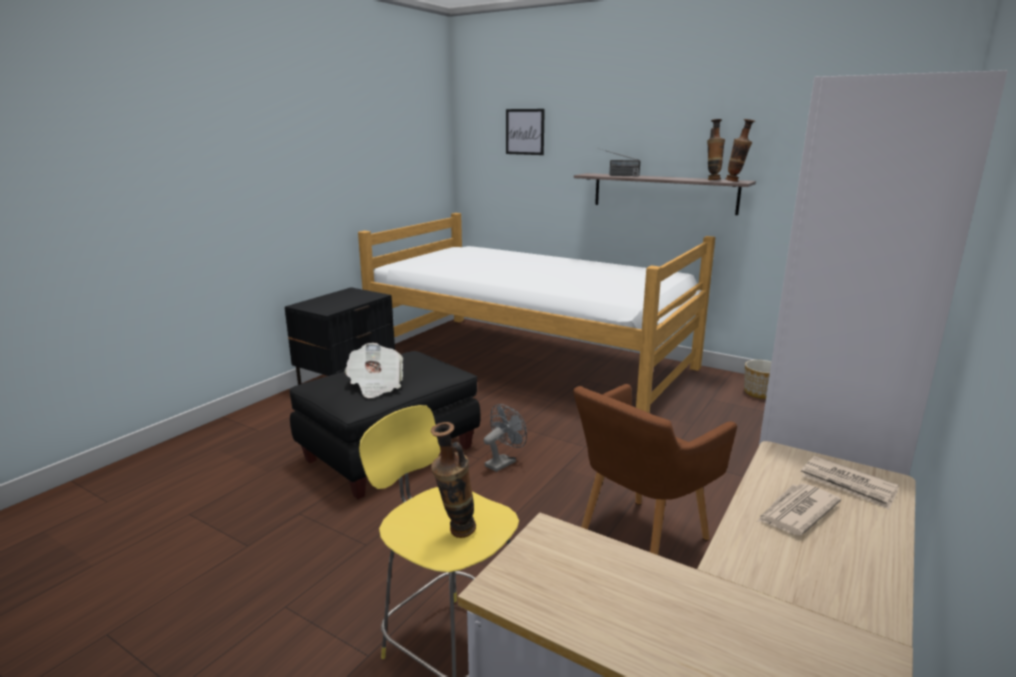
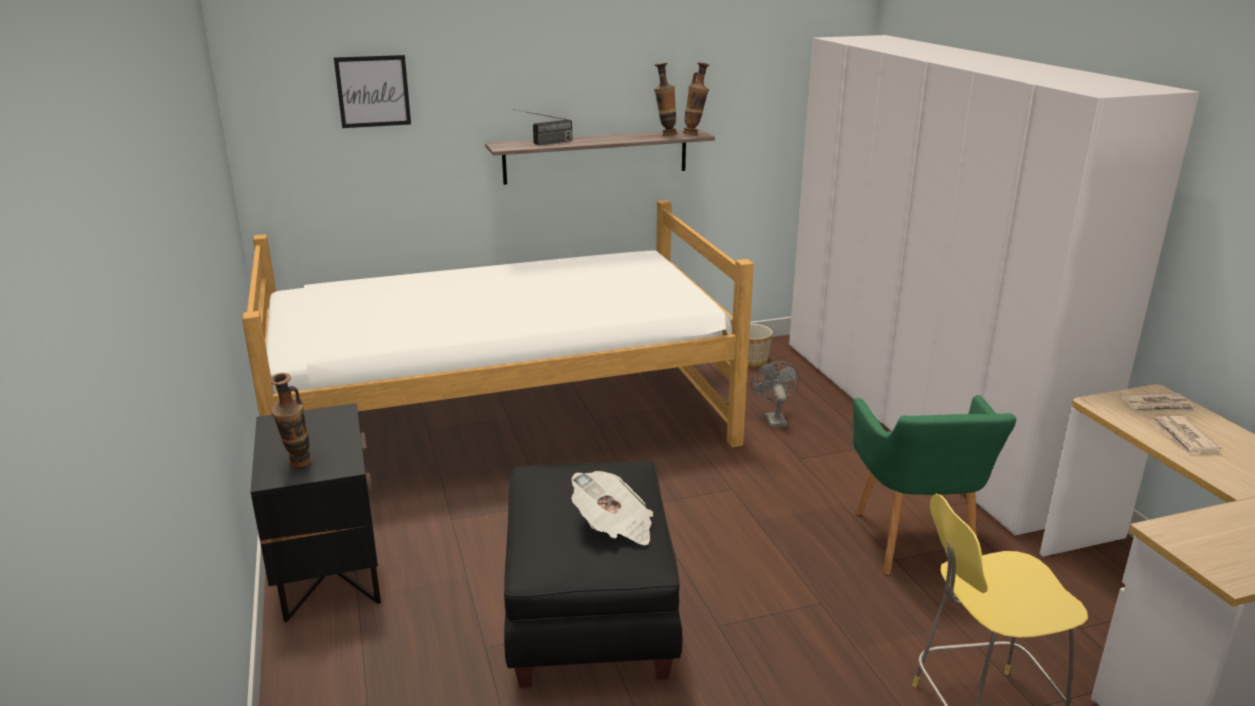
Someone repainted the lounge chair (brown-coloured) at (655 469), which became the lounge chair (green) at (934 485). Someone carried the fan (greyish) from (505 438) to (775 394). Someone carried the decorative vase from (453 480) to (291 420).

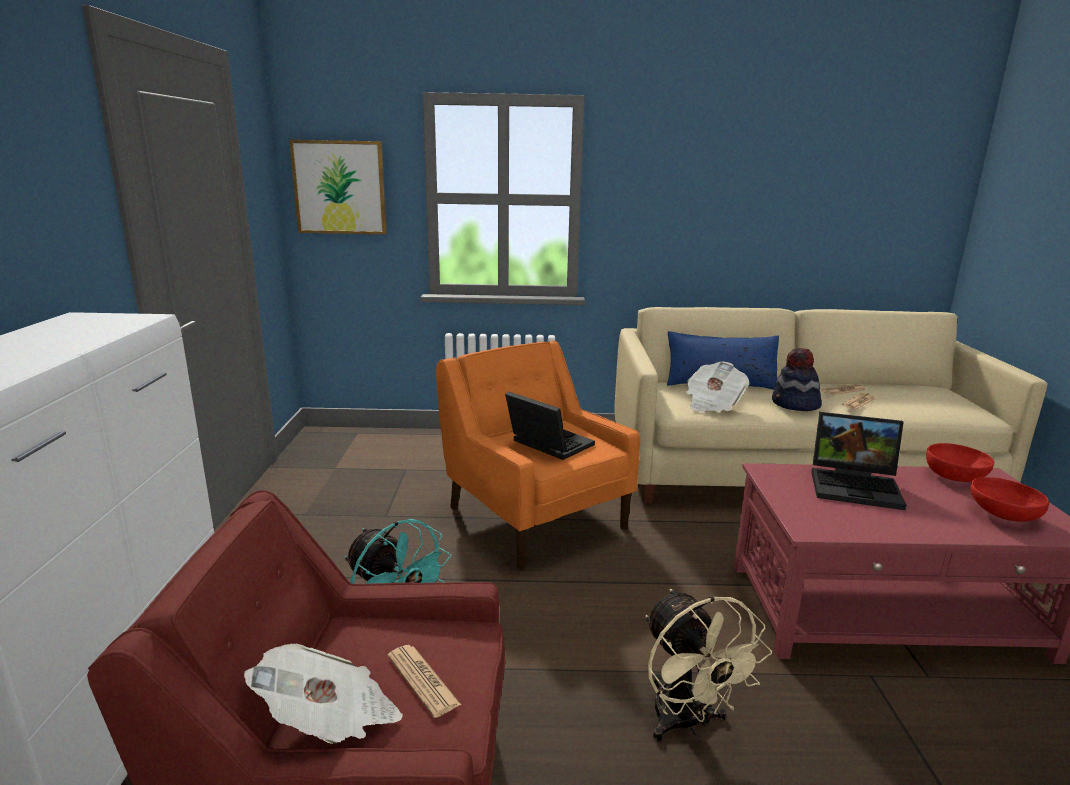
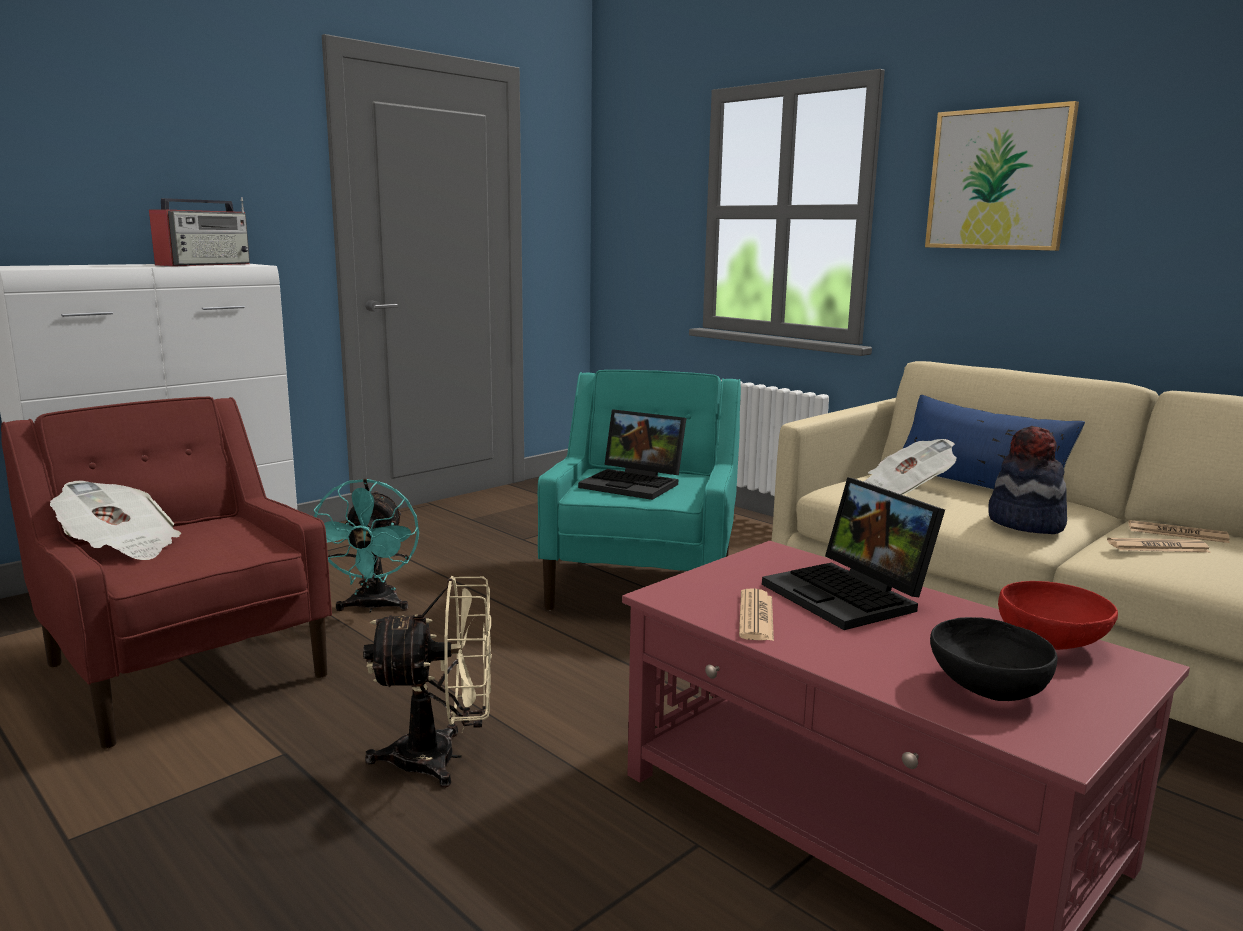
Someone carried the wall art from (338 187) to (1002 176). Someone repainted the lounge chair (orangey) at (538 455), which became the lounge chair (blue-green) at (639 490). Someone rotated the laptop at (550 426) by 120 degrees clockwise. Someone repainted the bowl (red-coloured) at (1009 499), which became the bowl (black-coloured) at (994 659). Someone rotated the fan (beige) at (708 665) by 120 degrees counterclockwise. Someone carried the newspaper from (424 681) to (756 614). Someone put down the radio set at (199 231).

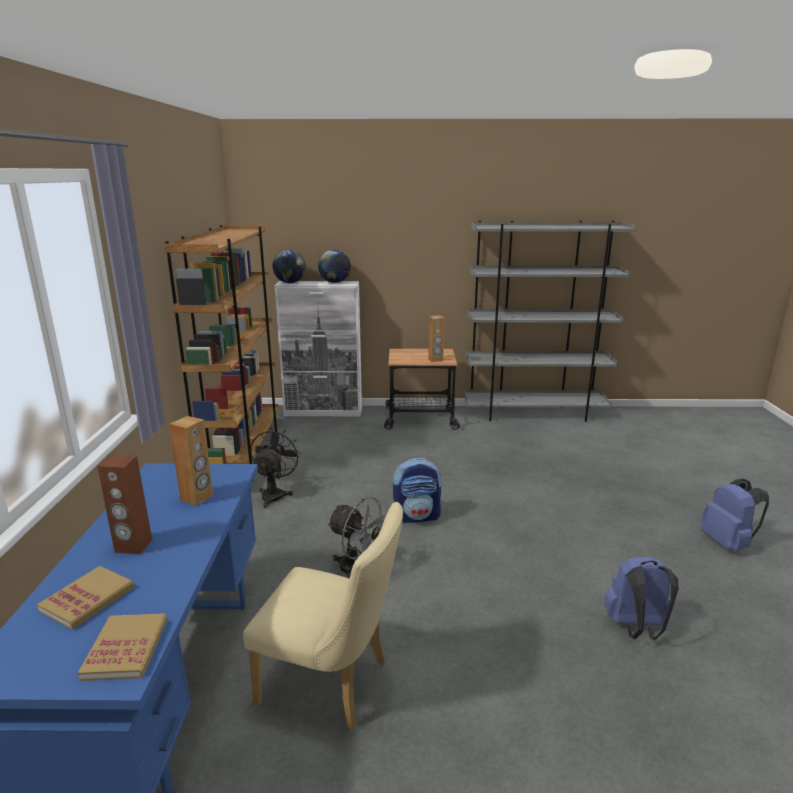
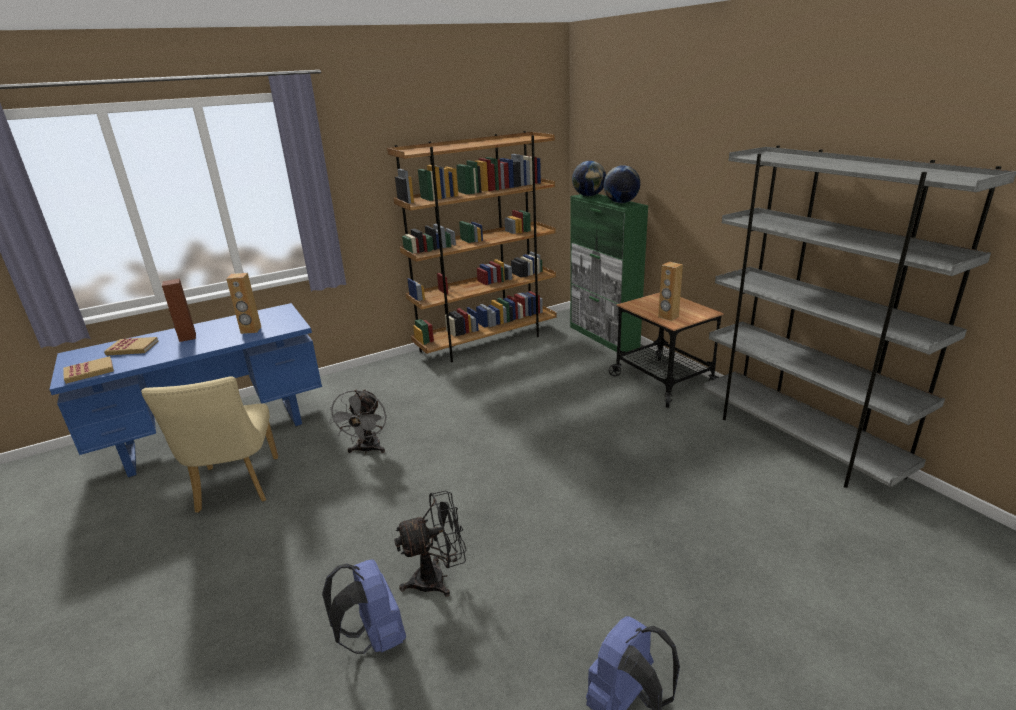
Someone repainted the storage cabinet (white-coloured) at (318 348), which became the storage cabinet (green) at (609 273). Someone carried the fan (black-coloured) from (276 468) to (430 543). Someone took away the rucksack at (417 490).

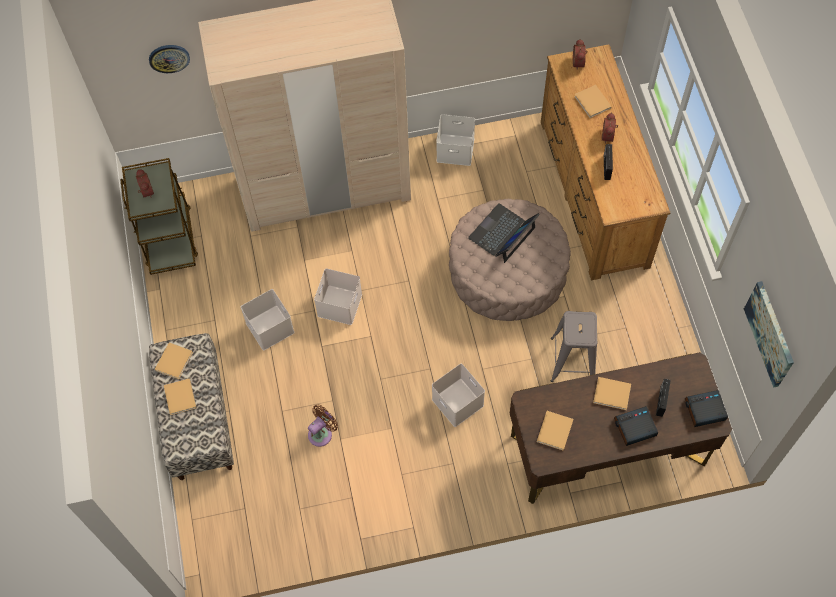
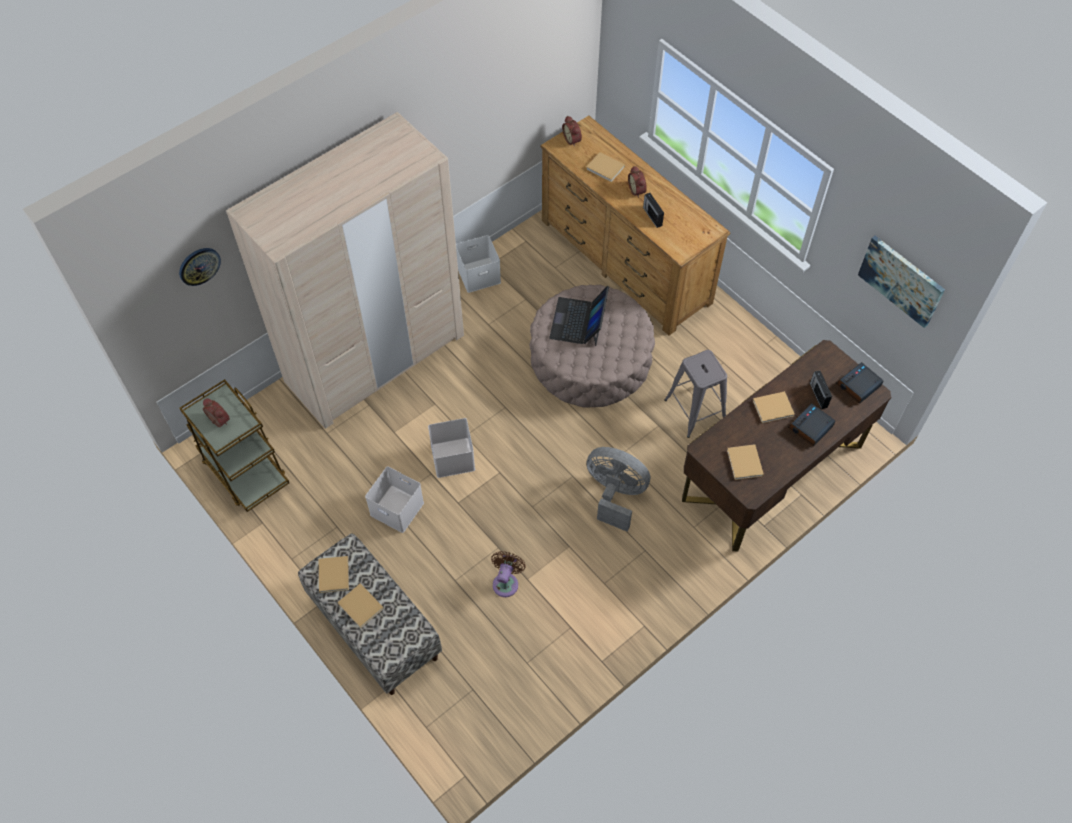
Someone swapped the storage bin (white-coloured) at (458 395) for the fan (greyish) at (618 489).

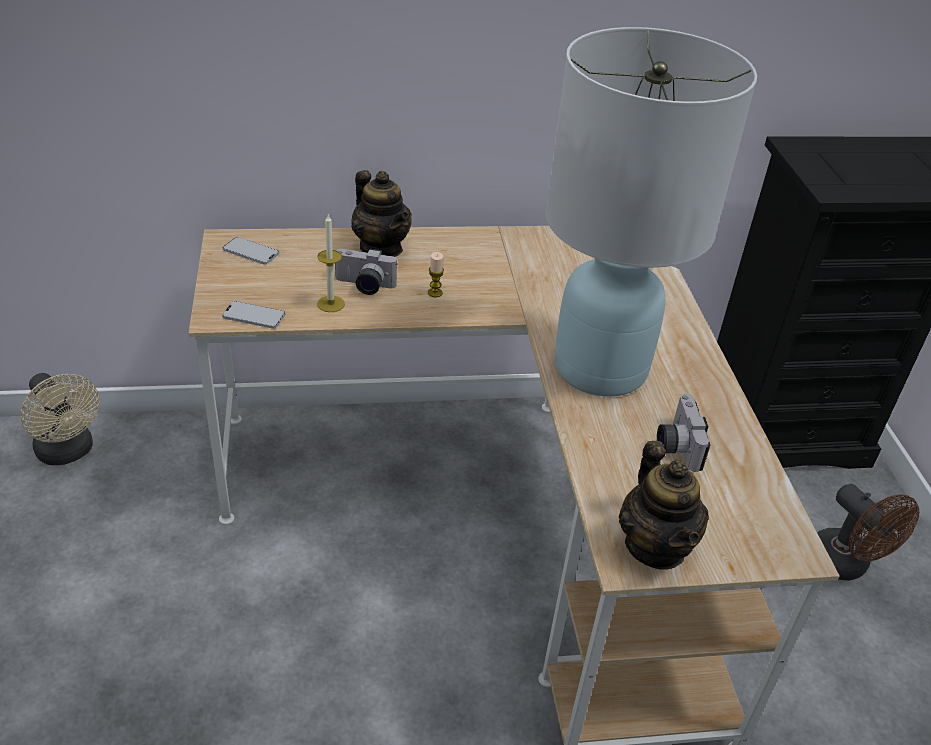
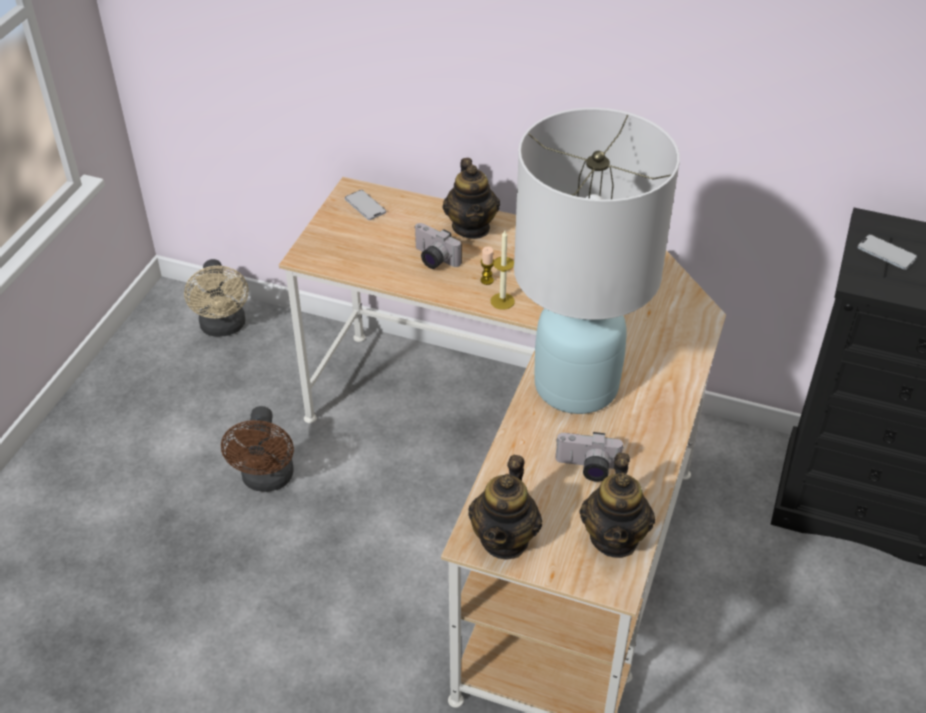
Someone carried the wax light from (331 263) to (502 270). Someone carried the telephone from (253 315) to (887 252). Someone rotated the photo camera at (683 432) by 105 degrees counterclockwise. Someone carried the fan (brown-coloured) from (868 532) to (257 449). Someone put down the tea pot at (617 505).

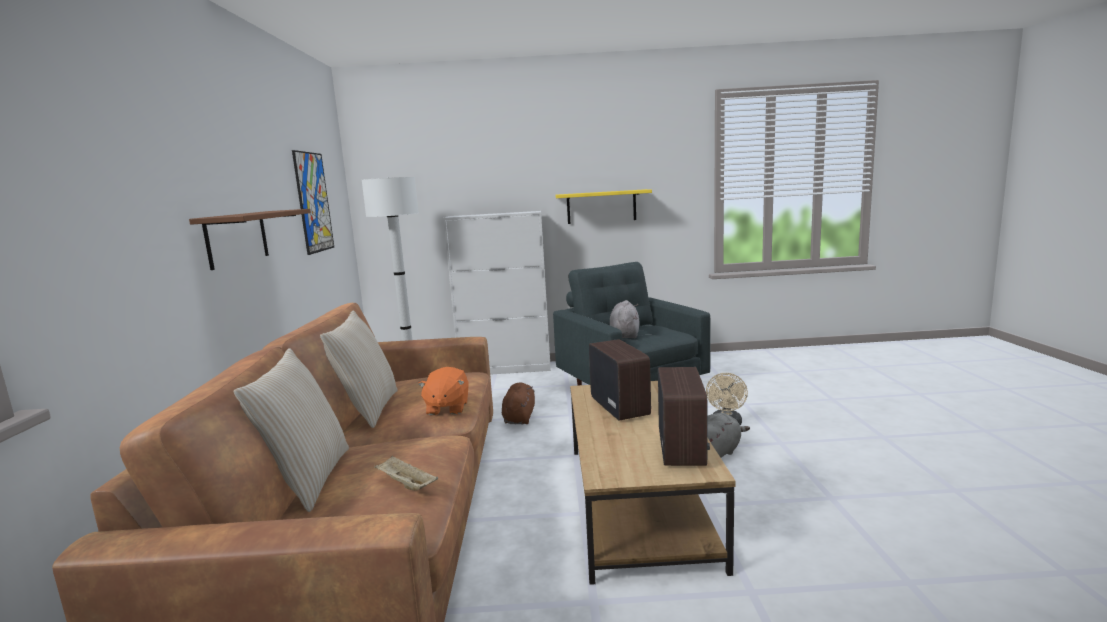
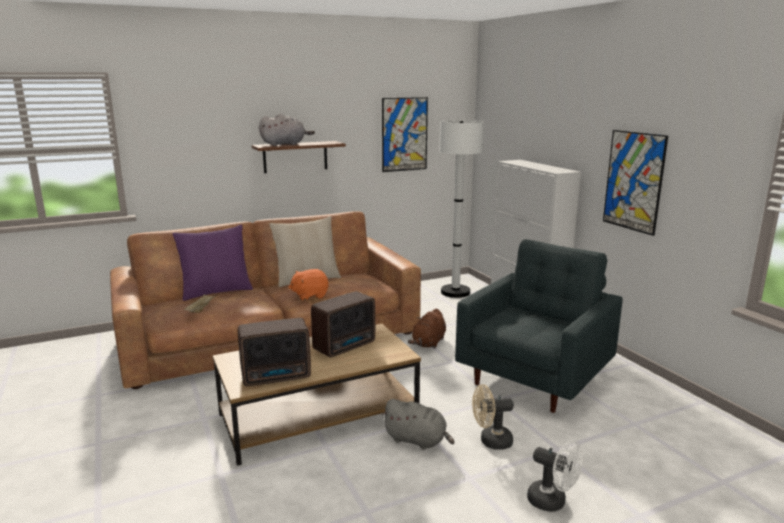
Someone swapped the bracket shelf (yellowish) at (603 206) for the wall art at (635 183). Someone carried the plush toy (greyish) from (625 319) to (287 130). Someone repainted the throw pillow (beige) at (291 430), which became the throw pillow (purple) at (213 263). Someone rotated the plush toy (brown-coloured) at (518 403) by 135 degrees clockwise. Someone put down the fan (white-coloured) at (555 476).

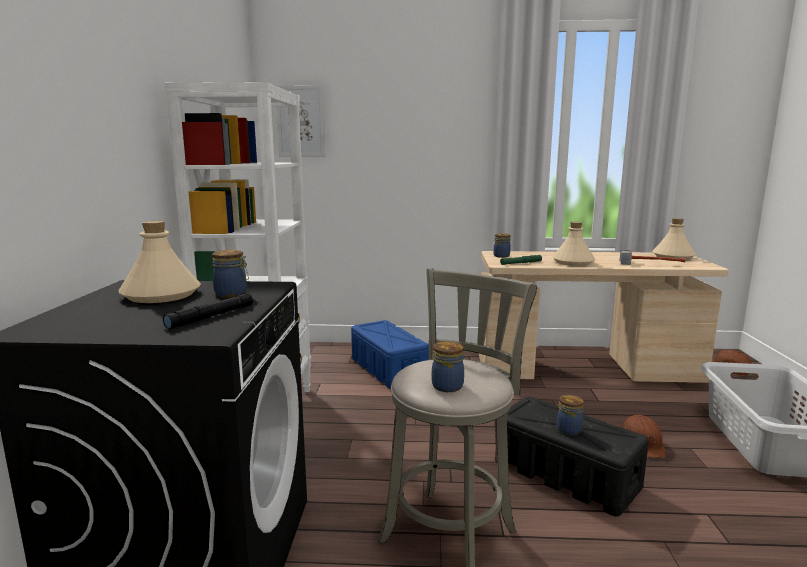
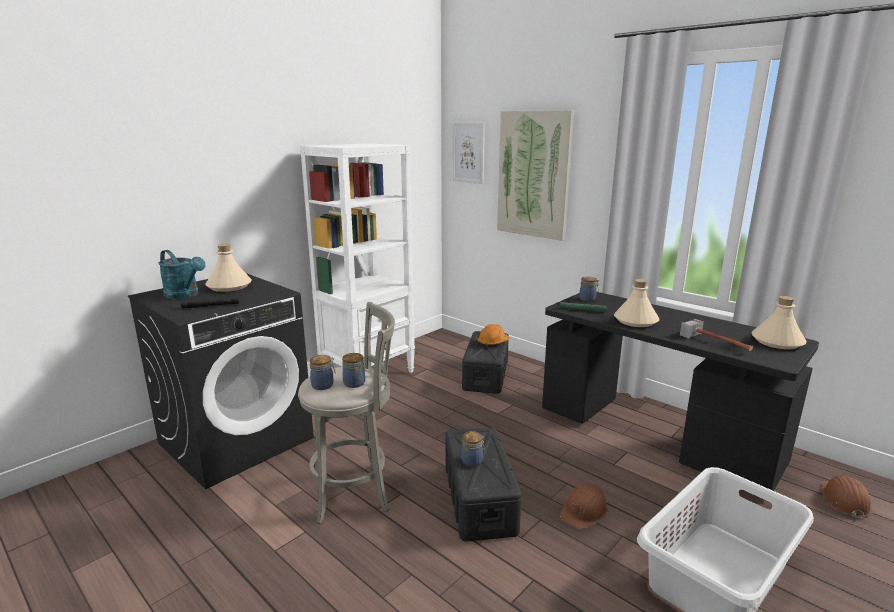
Someone carried the preserve jar from (230 273) to (353 370). Someone repainted the desk table (beige) at (603 317), which became the desk table (black-coloured) at (680 391). Someone repainted the storage bin (blue) at (390 354), which became the storage bin (black-coloured) at (485 362). Someone put up the wall art at (535 175). Someone put down the watering pot (blue-green) at (182 274). Someone put down the work helmet (orangey) at (493 335).

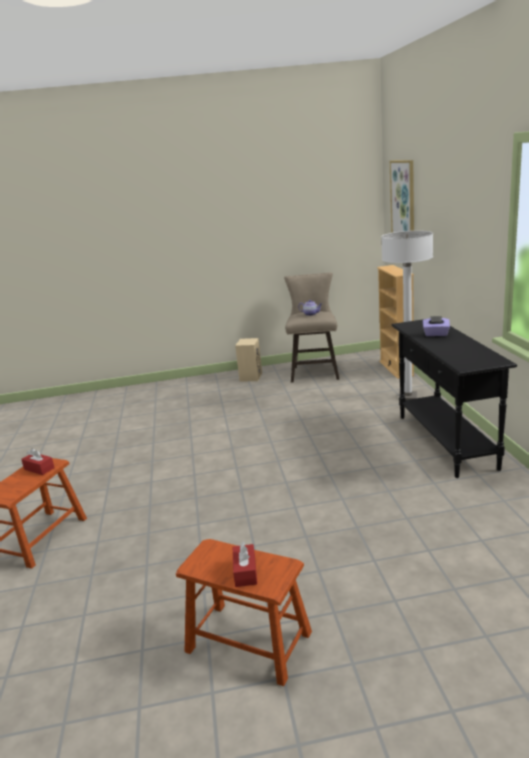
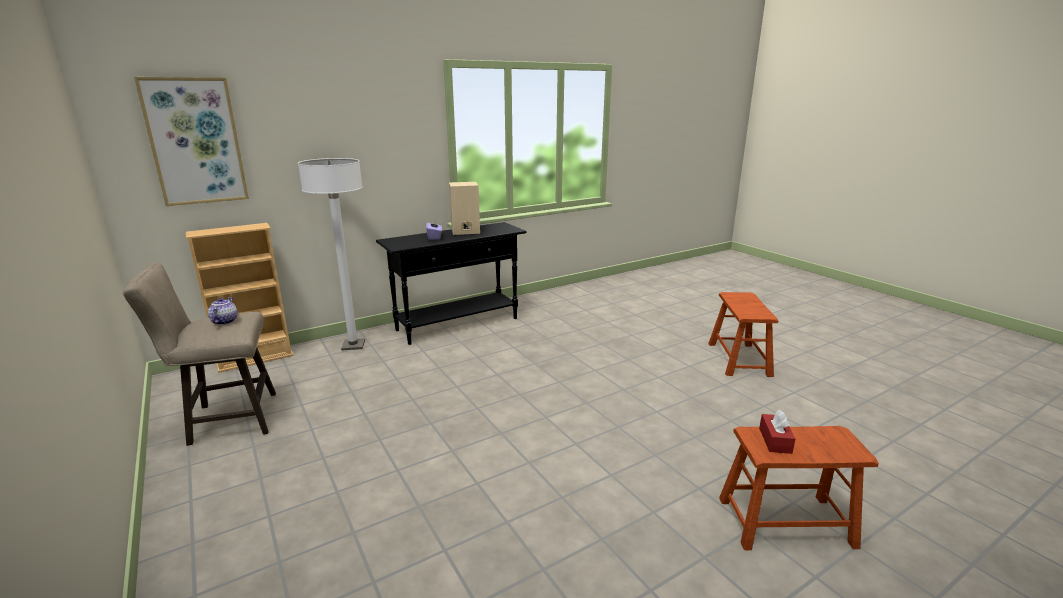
Someone carried the speaker (beige) from (248 359) to (464 208). Someone took away the tissue holder (red-coloured) at (245 564).

